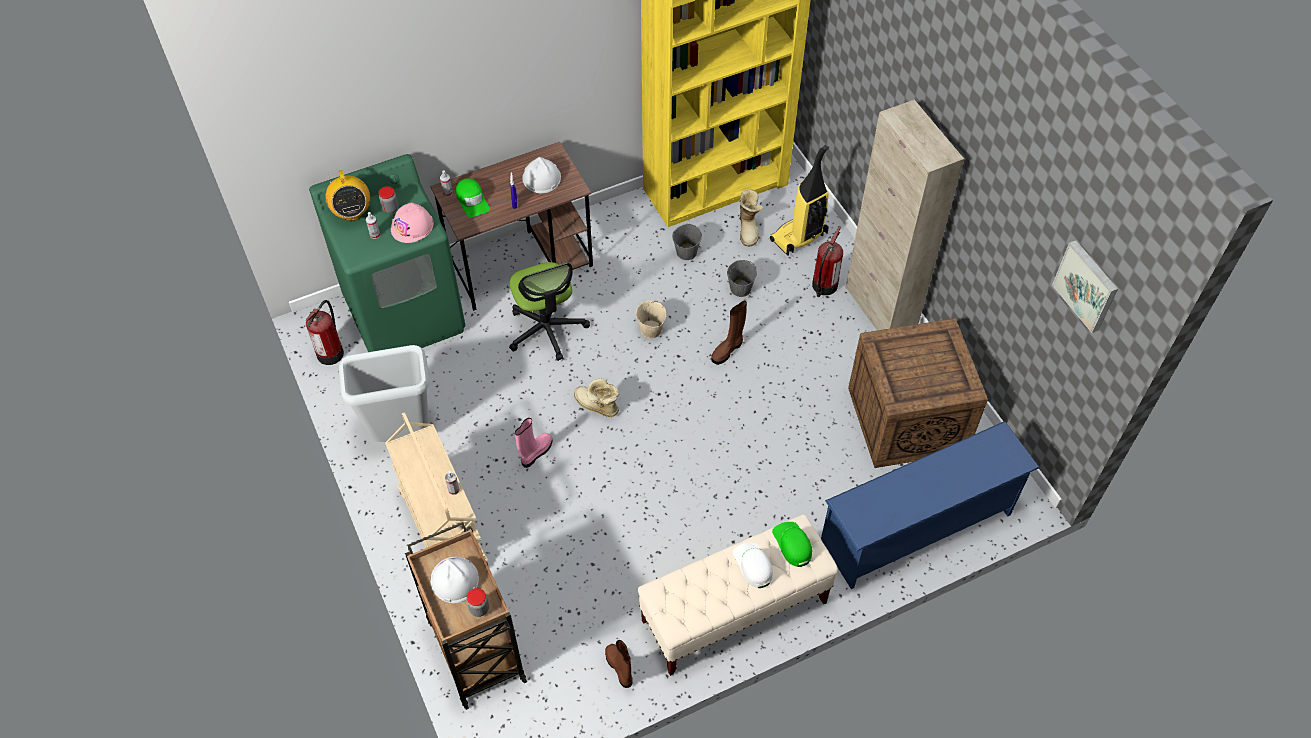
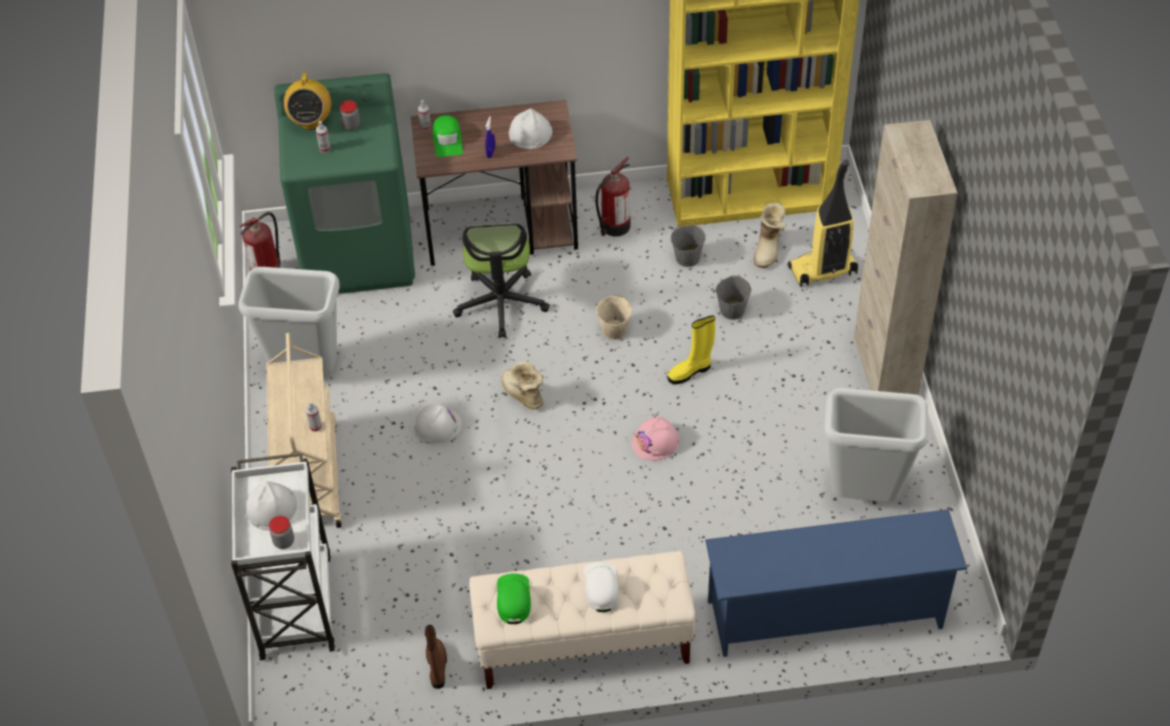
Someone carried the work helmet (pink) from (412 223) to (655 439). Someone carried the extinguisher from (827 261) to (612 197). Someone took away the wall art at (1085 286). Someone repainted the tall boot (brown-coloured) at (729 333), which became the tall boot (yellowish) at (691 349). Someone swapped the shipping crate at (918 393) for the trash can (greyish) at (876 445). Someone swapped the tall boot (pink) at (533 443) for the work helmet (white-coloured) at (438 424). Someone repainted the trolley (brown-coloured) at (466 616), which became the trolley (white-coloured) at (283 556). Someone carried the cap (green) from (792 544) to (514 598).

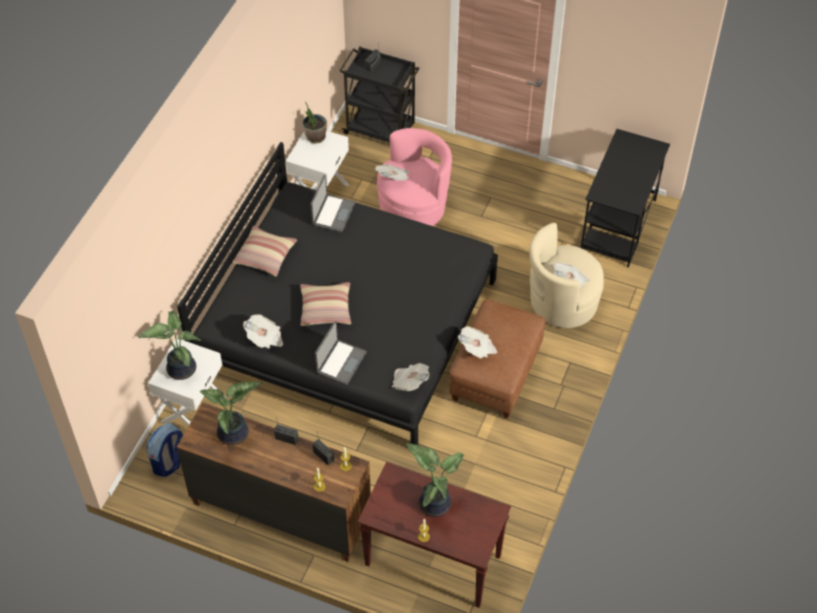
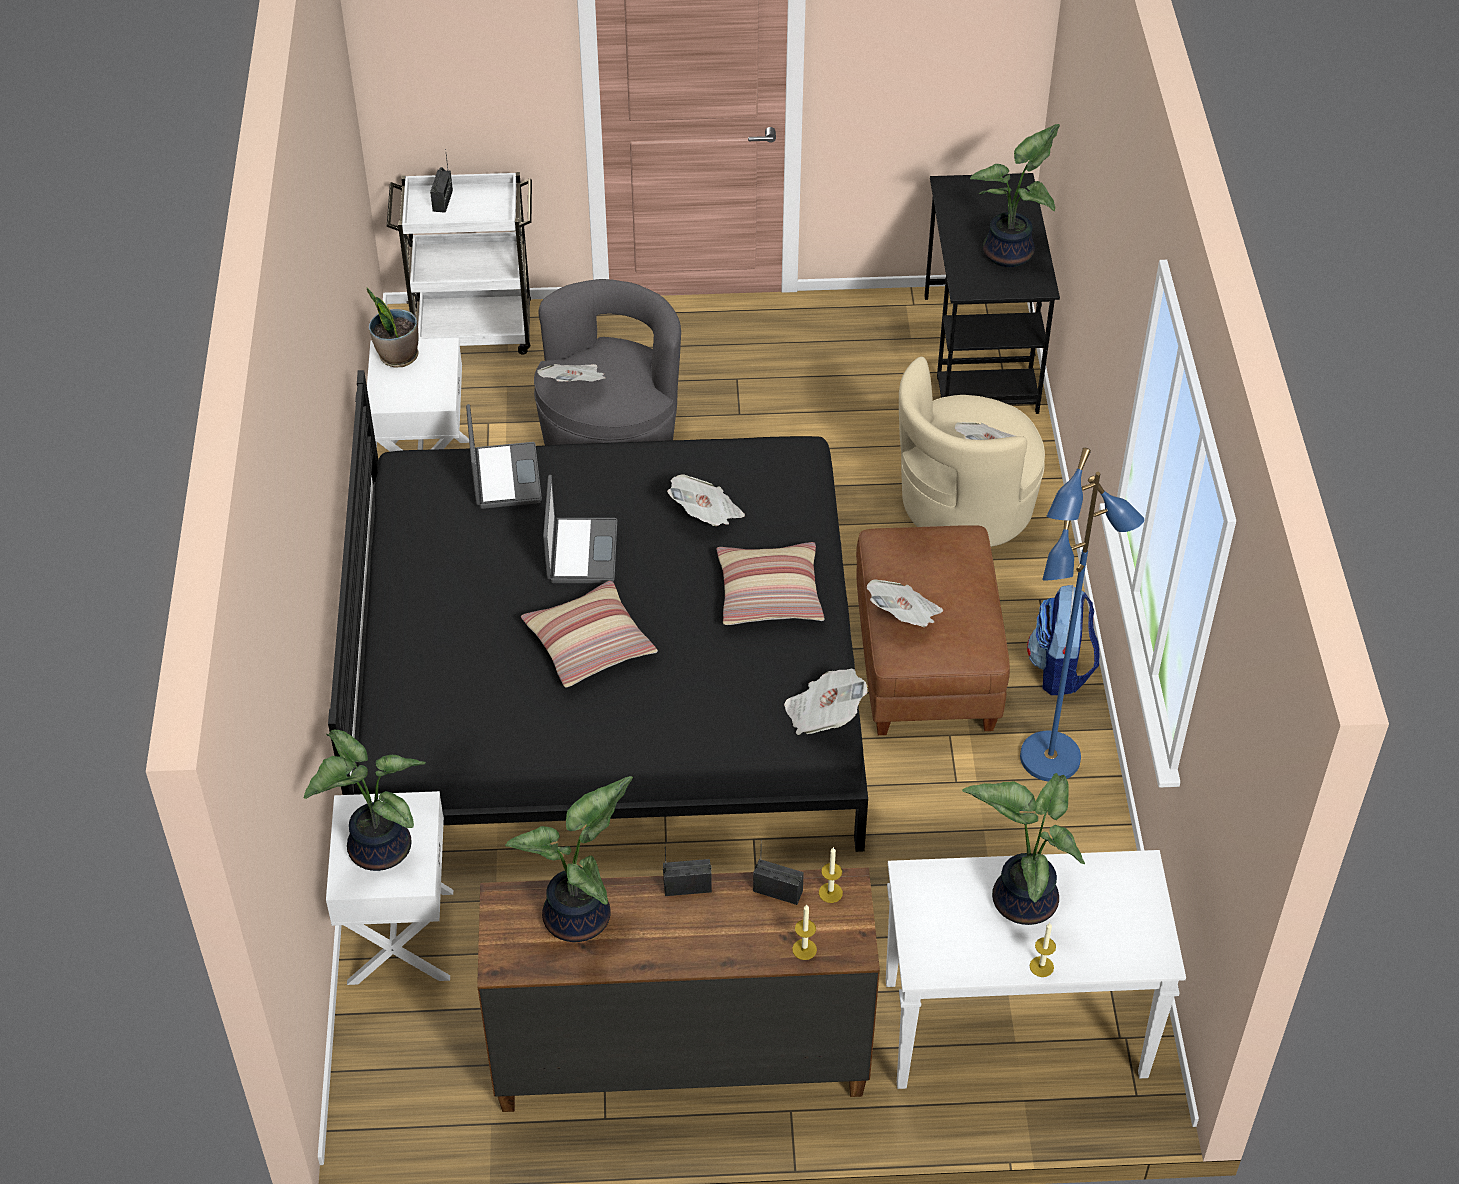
Someone repainted the trolley (black-coloured) at (379 94), which became the trolley (white-coloured) at (459 263). Someone repainted the lounge chair (pink) at (414 177), which became the lounge chair (greyish) at (607 362). Someone carried the throw pillow from (264 251) to (770 583). Someone carried the newspaper from (263 331) to (706 500). Someone carried the laptop from (341 353) to (580 529). Someone carried the rucksack from (164 450) to (1063 640). Someone repainted the console table (brown-coloured) at (434 535), which became the console table (white-coloured) at (1036 969). Someone put down the potted plant at (1015 195). Someone put down the standing lamp (blue) at (1082 615).

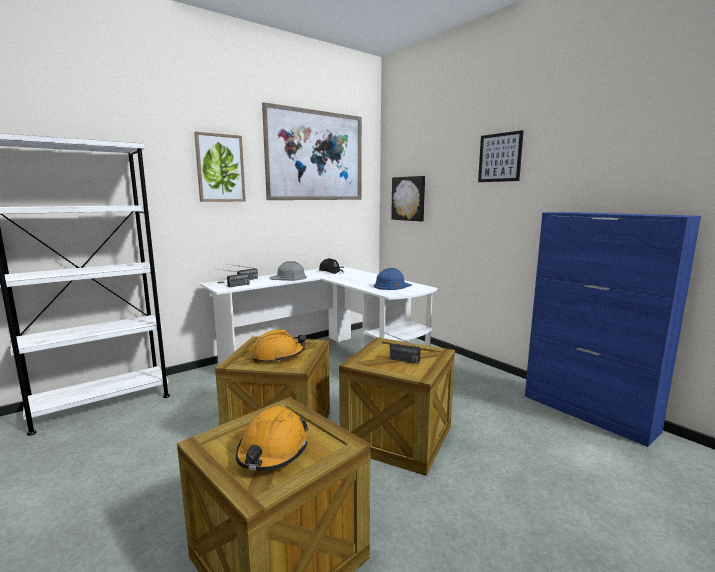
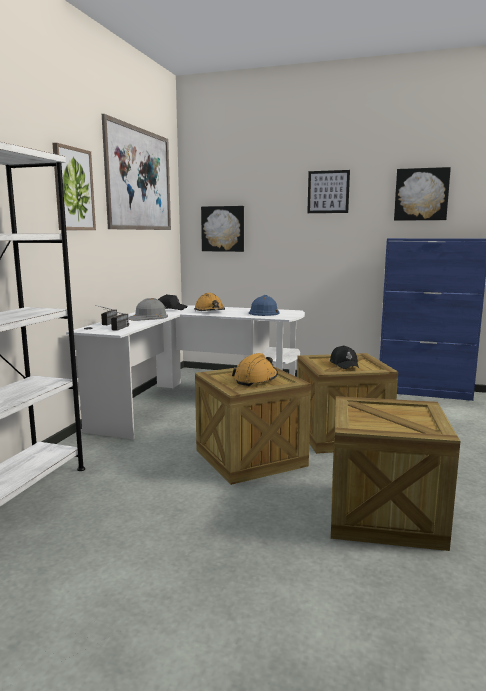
Someone swapped the radio set at (399 347) for the cap (black-coloured) at (344 357). Someone carried the work helmet (orangey) from (272 438) to (209 302). Someone put up the wall art at (422 194).

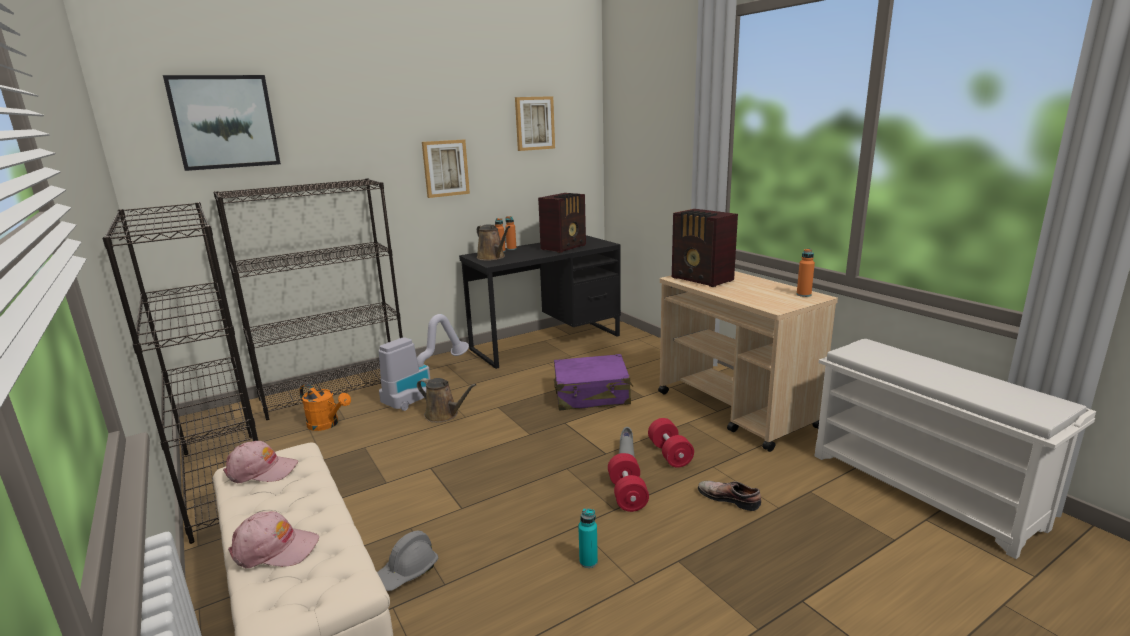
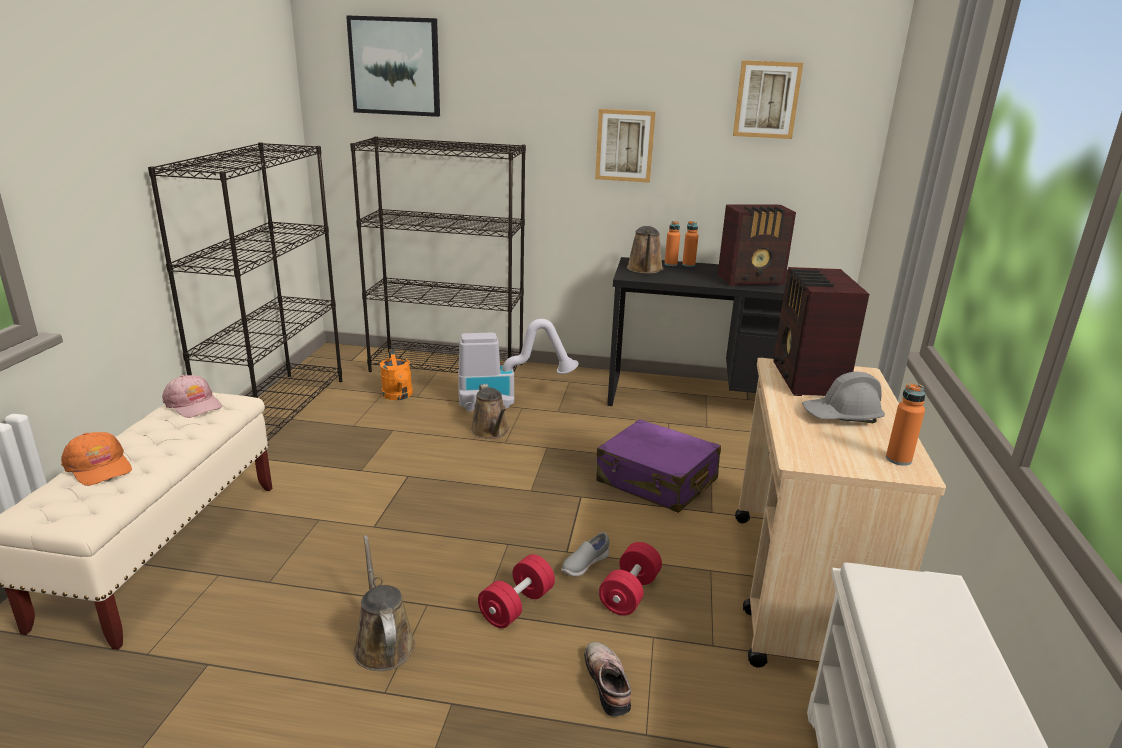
Someone swapped the bottle (blue-green) at (588 538) for the watering pot (brown-coloured) at (384 603). Someone repainted the cap (pink) at (273 540), which became the cap (orangey) at (96 459). Someone carried the work helmet (greyish) from (408 560) to (843 397).

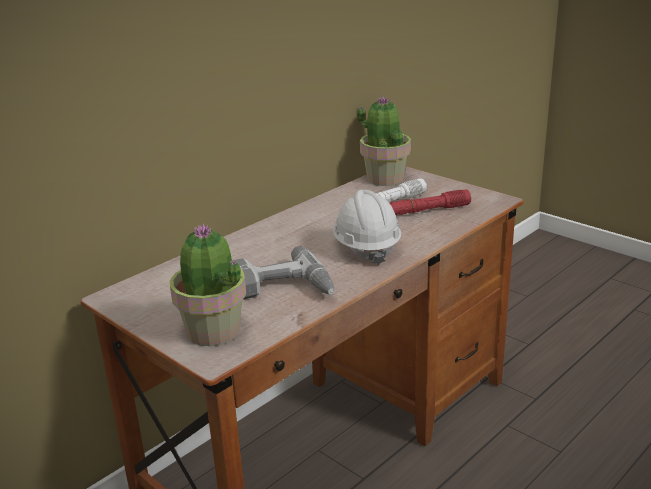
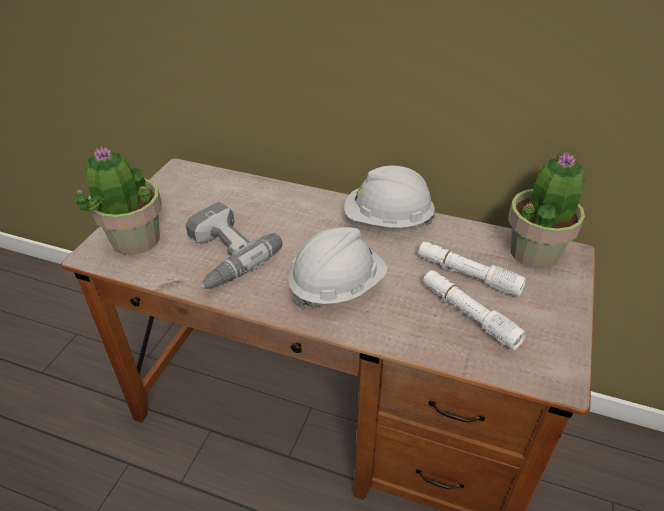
Someone repainted the hand torch (red-coloured) at (430 202), which became the hand torch (white-coloured) at (474 310). Someone put down the work helmet (white-coloured) at (389 196).

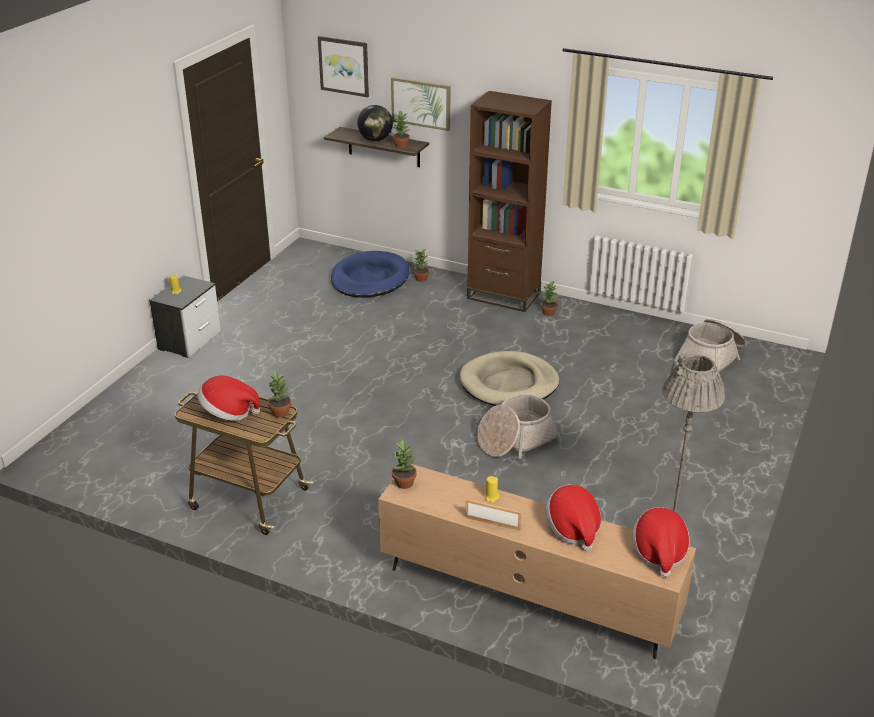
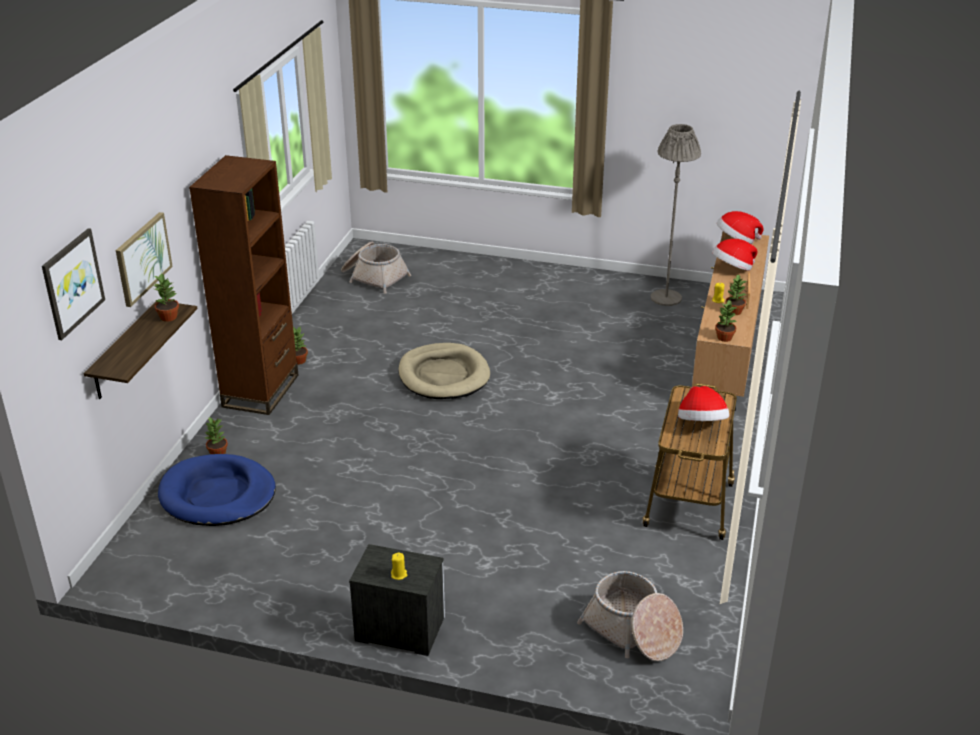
Someone took away the globe at (375 123). Someone carried the potted plant from (279 394) to (736 294). Someone carried the storage basket from (519 426) to (630 616).

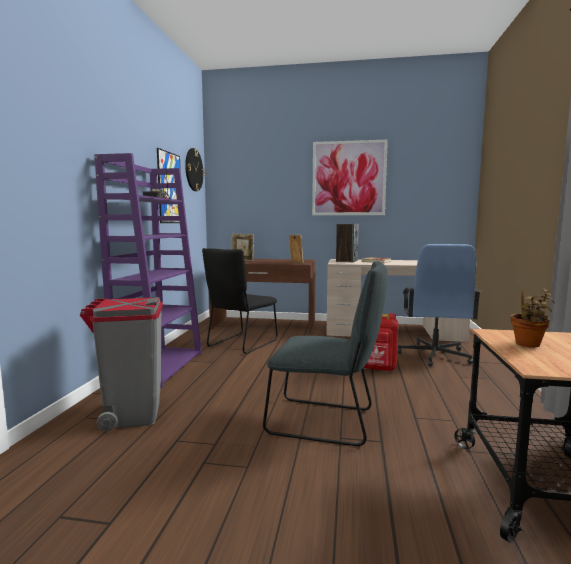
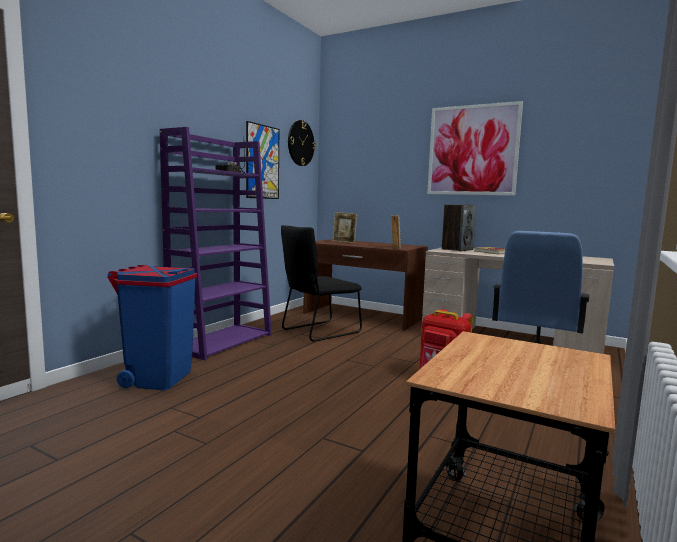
Someone took away the plain chair (greyish) at (325 353). Someone took away the potted plant at (533 317). Someone repainted the trash can (greyish) at (121 364), which became the trash can (blue) at (152 327).

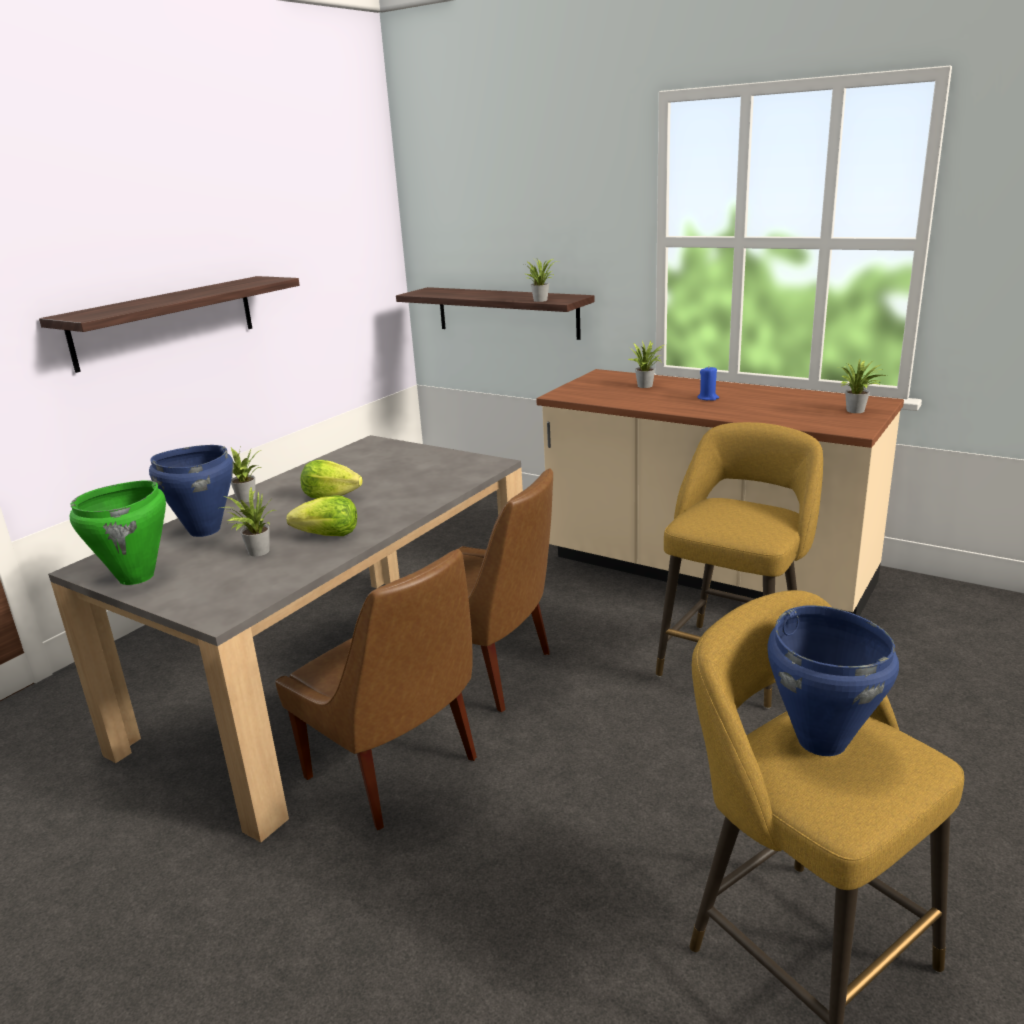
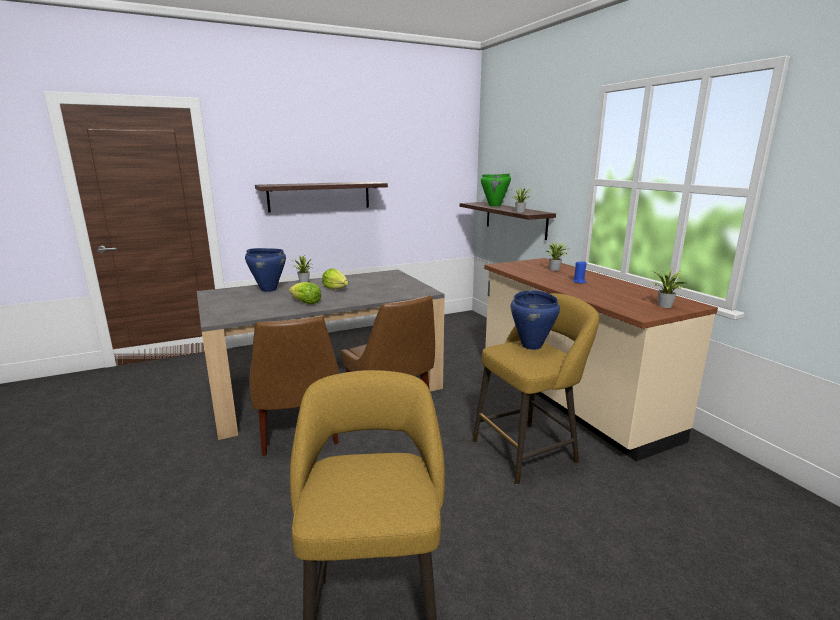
Someone carried the cooking pot (green) from (117 532) to (496 190). Someone took away the potted plant at (247 521). Someone carried the cooking pot (blue) from (833 680) to (535 320).

